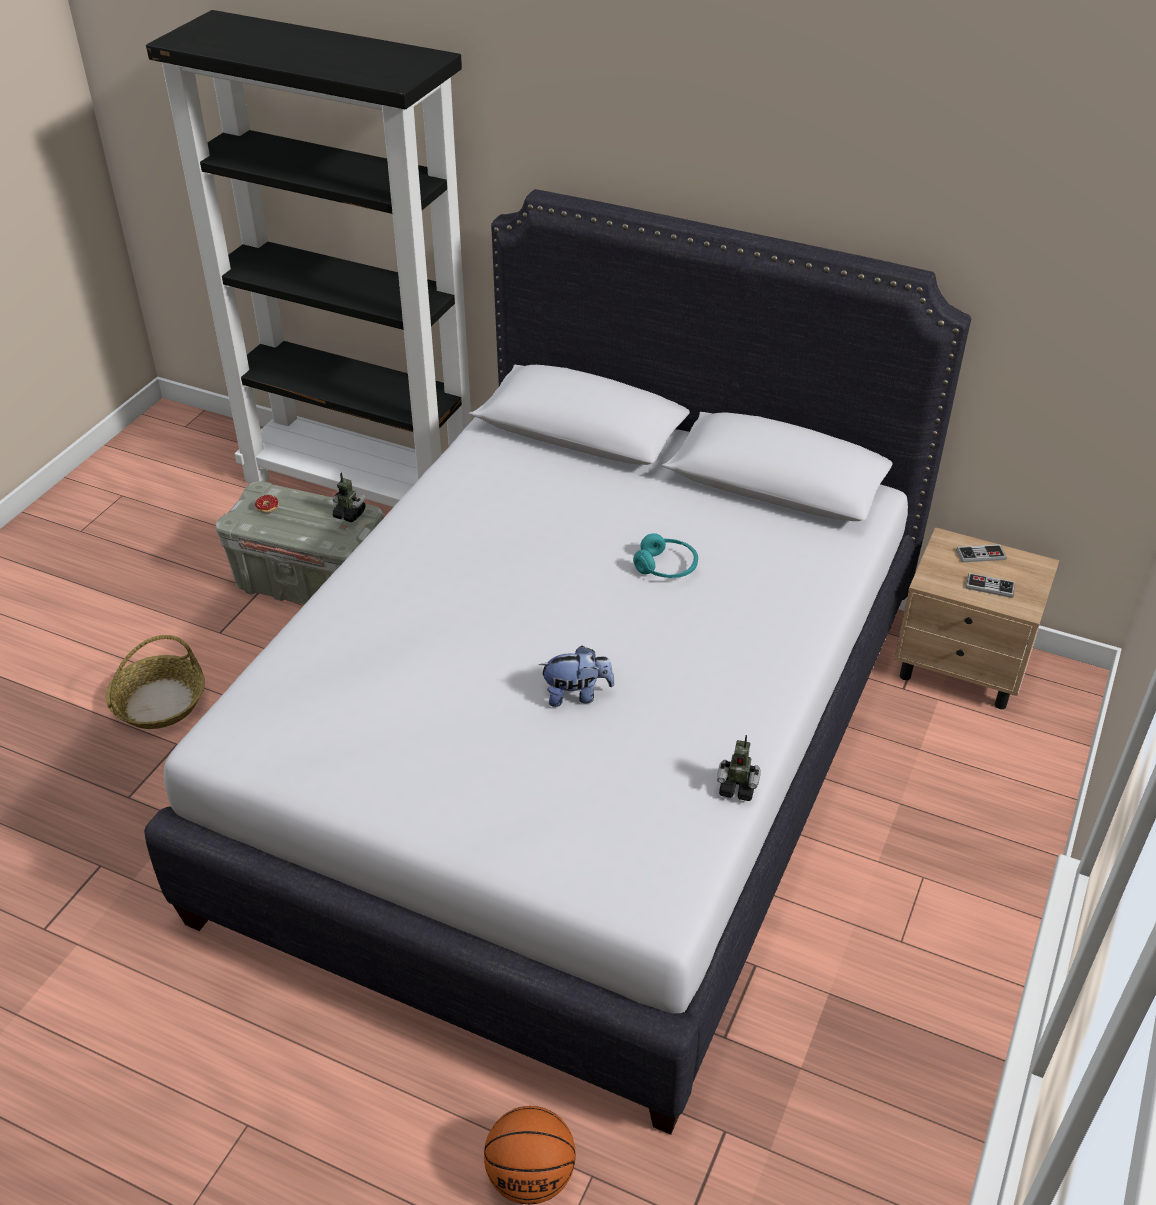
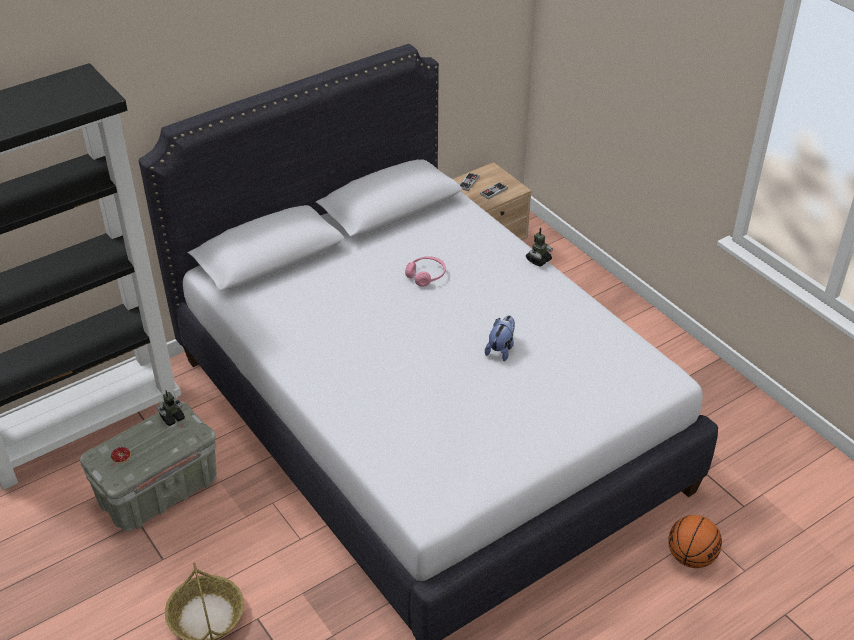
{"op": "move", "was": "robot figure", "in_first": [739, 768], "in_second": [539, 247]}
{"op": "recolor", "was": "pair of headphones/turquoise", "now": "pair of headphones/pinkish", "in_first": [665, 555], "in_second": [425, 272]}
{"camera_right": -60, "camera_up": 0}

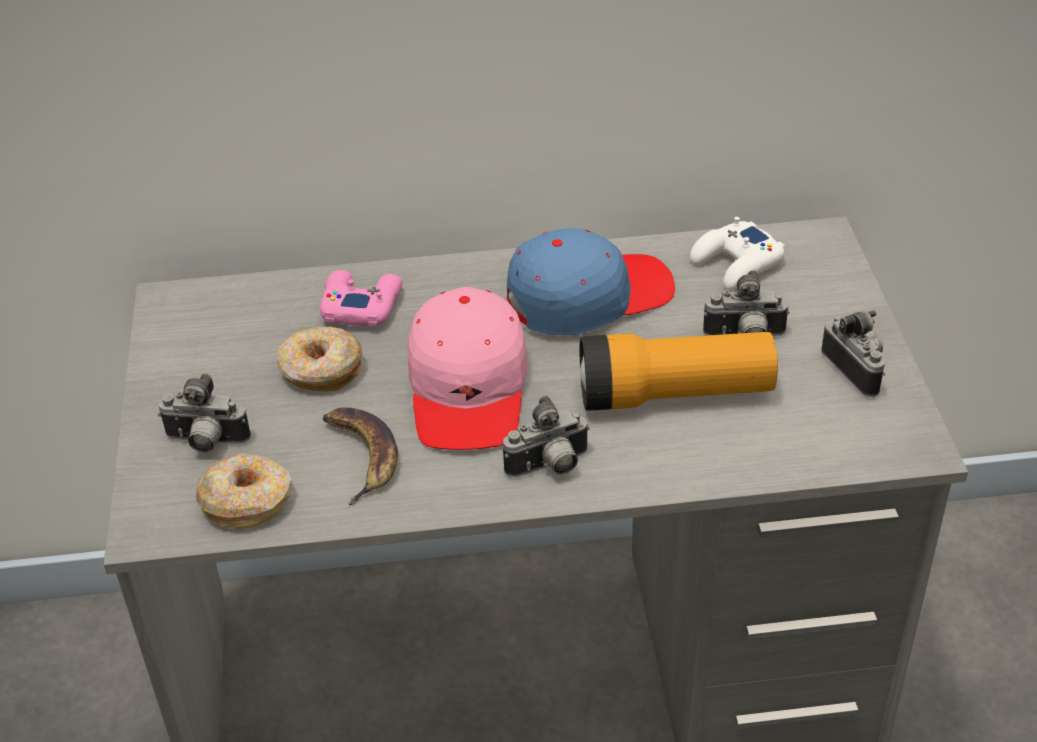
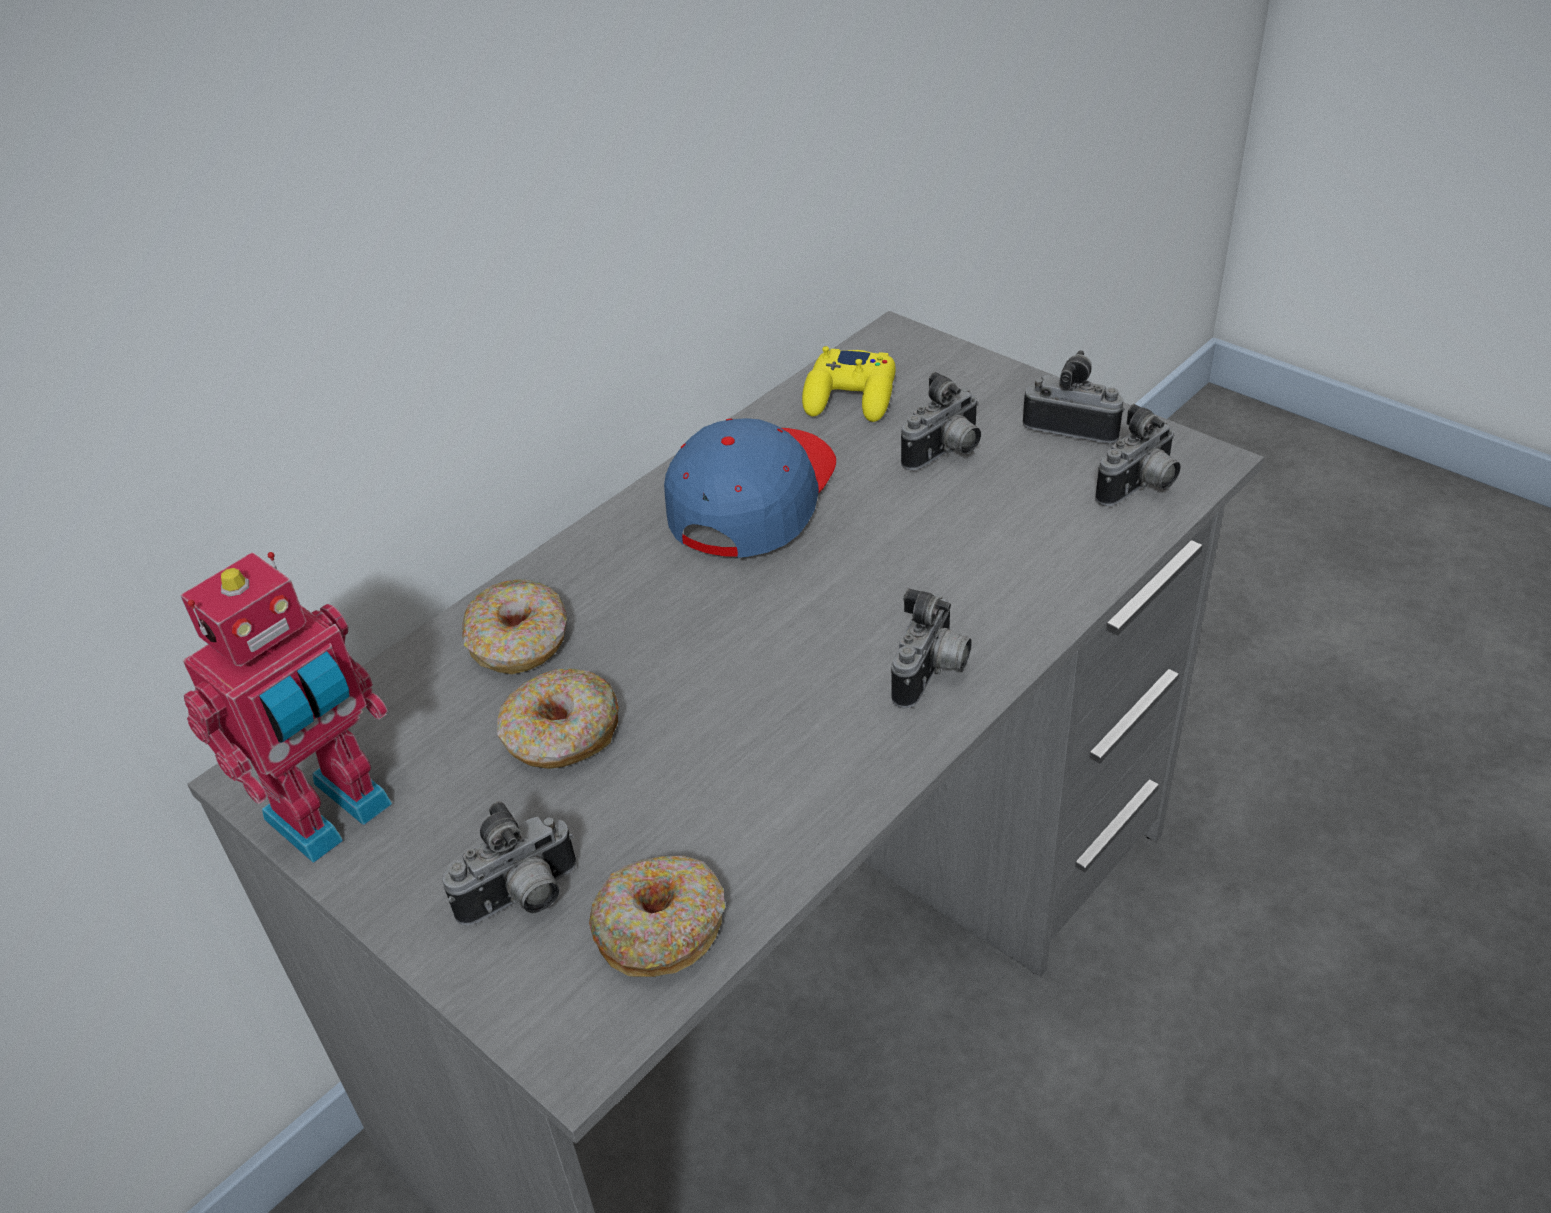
{"op": "delete", "was": "whole banana", "in_first": [360, 456]}
{"op": "delete", "was": "baseball cap/pinkish", "in_first": [467, 368]}
{"op": "delete", "was": "hand torch", "in_first": [679, 371]}
{"op": "insert", "now": "robot figure", "in_second": [286, 707]}
{"op": "insert", "now": "photo camera", "in_second": [1138, 455]}
{"op": "replace", "was": "game controller/pinkish", "now": "doughnut", "in_first": [361, 298], "in_second": [514, 626]}
{"op": "recolor", "was": "game controller/whitish", "now": "game controller/yellow", "in_first": [737, 253], "in_second": [849, 384]}
{"camera_right": -40, "camera_up": 0}

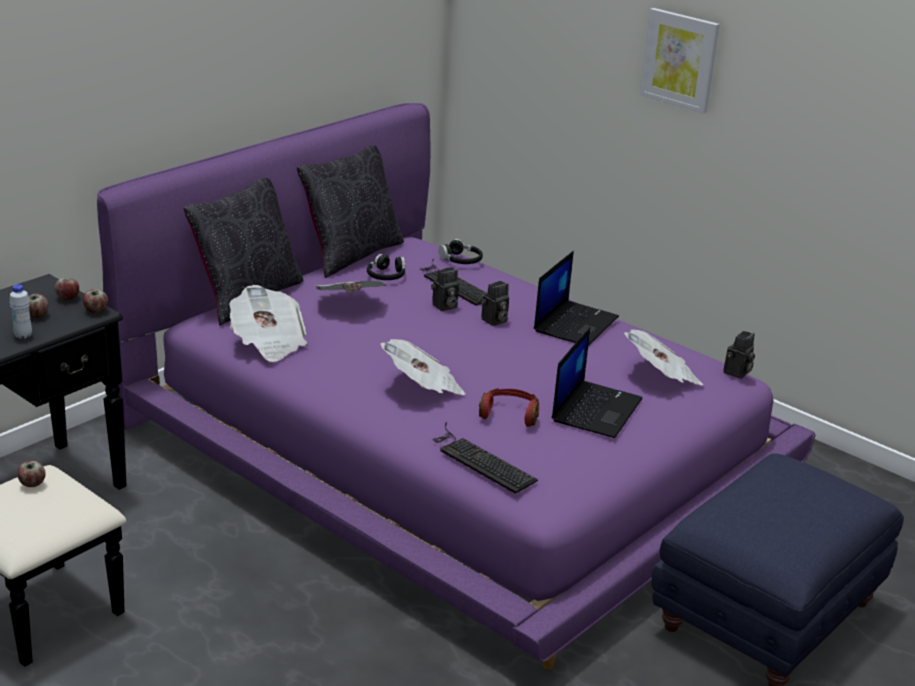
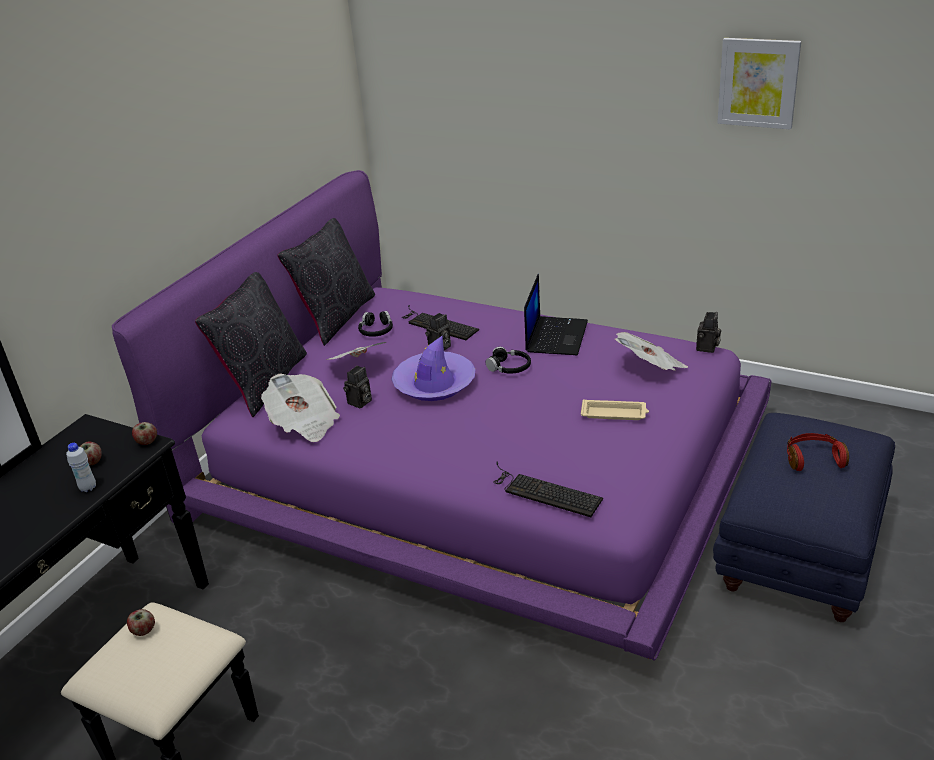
{"op": "delete", "was": "apple", "in_first": [67, 289]}
{"op": "delete", "was": "newspaper", "in_first": [423, 367]}
{"op": "insert", "now": "clothing hat/purple", "in_second": [433, 368]}
{"op": "move", "was": "pair of headphones/black-coloured", "in_first": [461, 251], "in_second": [508, 360]}
{"op": "move", "was": "pair of headphones/red-coloured", "in_first": [509, 407], "in_second": [818, 452]}
{"op": "move", "was": "photo camera", "in_first": [495, 303], "in_second": [357, 387]}
{"op": "move", "was": "wall picture", "in_first": [680, 61], "in_second": [759, 83]}
{"op": "replace", "was": "laptop", "now": "serving tray/sand-coloured", "in_first": [597, 382], "in_second": [615, 409]}
{"camera_right": -10, "camera_up": 5}

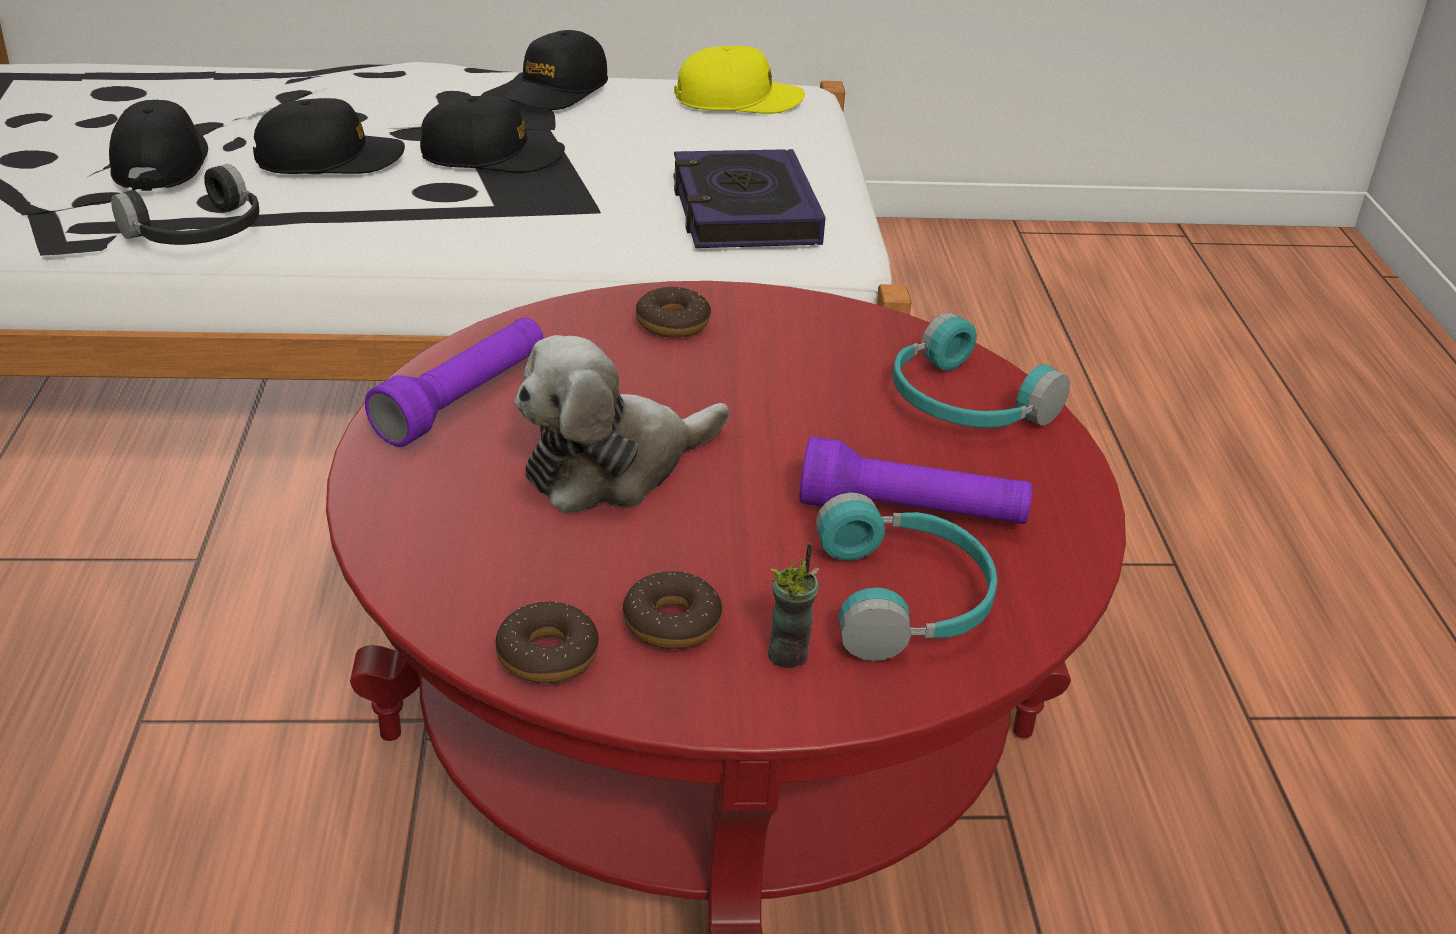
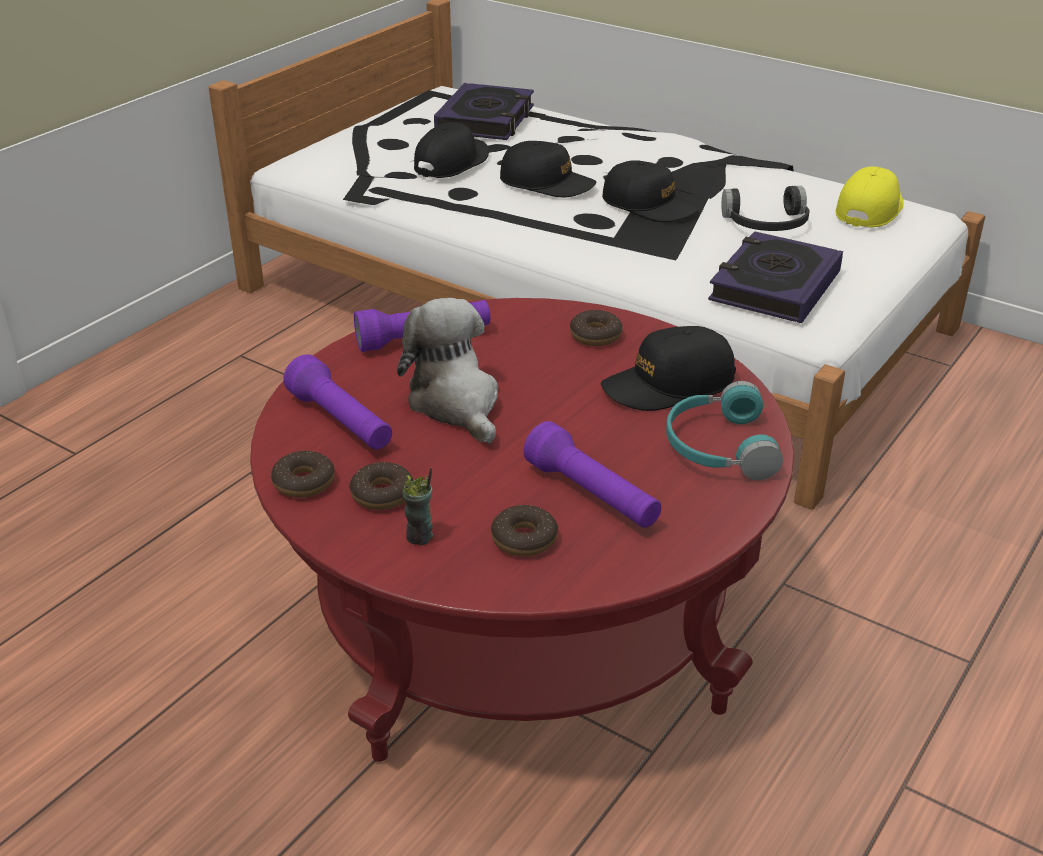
{"op": "insert", "now": "hand torch/purple", "in_second": [337, 402]}
{"op": "insert", "now": "book", "in_second": [484, 111]}
{"op": "move", "was": "pair of headphones/black-coloured", "in_first": [185, 204], "in_second": [765, 208]}
{"op": "move", "was": "baseball cap/black-coloured", "in_first": [555, 70], "in_second": [668, 368]}
{"op": "replace", "was": "pair of headphones/turquoise", "now": "doughnut", "in_first": [907, 577], "in_second": [524, 530]}
{"op": "rotate", "was": "soft toy", "in_first": [622, 424], "in_second": [447, 371], "clockwise": 60}
{"op": "rotate", "was": "baseball cap/yellow", "in_first": [739, 80], "in_second": [869, 196], "clockwise": -90}
{"camera_right": 40, "camera_up": 0}

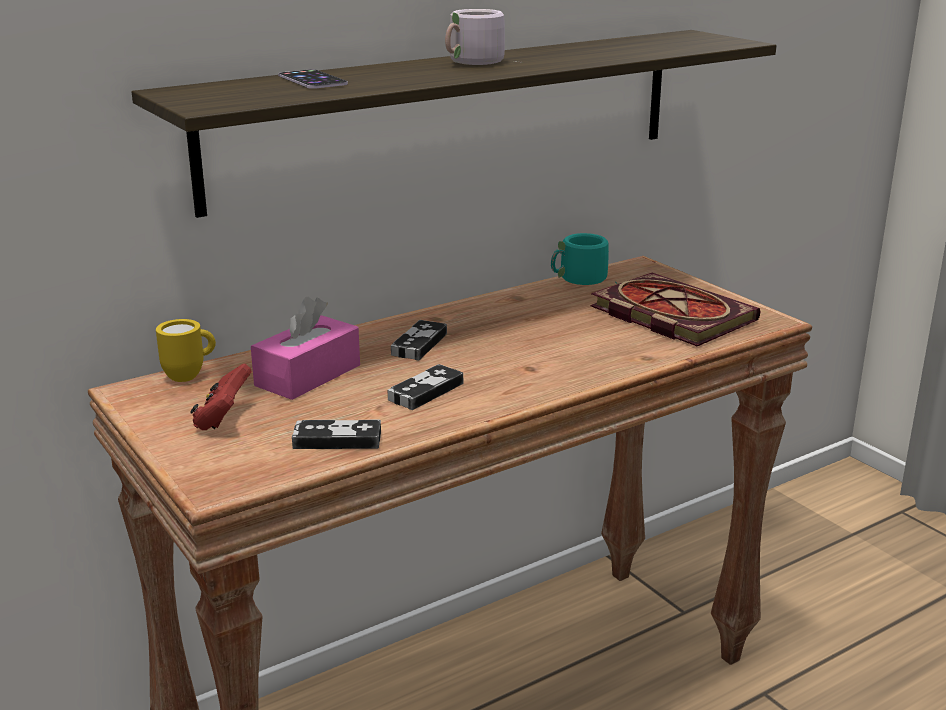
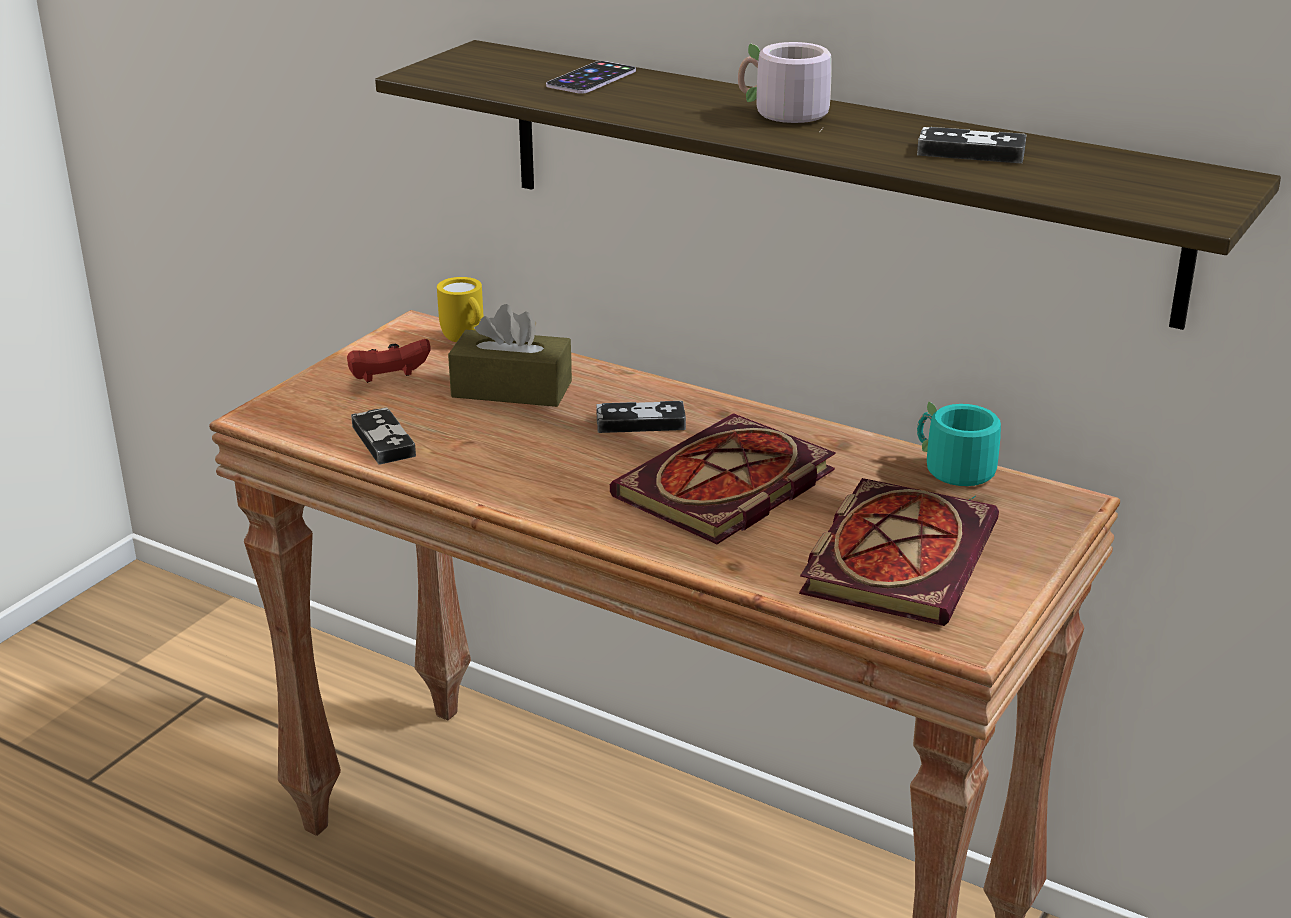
{"op": "insert", "now": "book", "in_second": [723, 478]}
{"op": "move", "was": "game controller", "in_first": [425, 387], "in_second": [972, 145]}
{"op": "recolor", "was": "tissue holder/pinkish", "now": "tissue holder/brown", "in_first": [305, 348], "in_second": [510, 355]}
{"camera_right": 65, "camera_up": 5}

